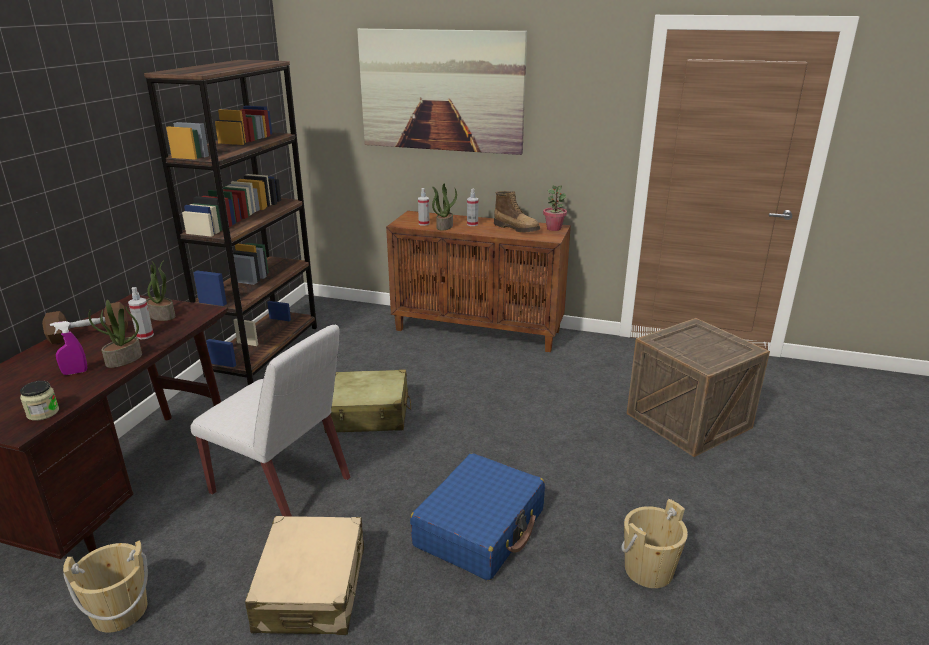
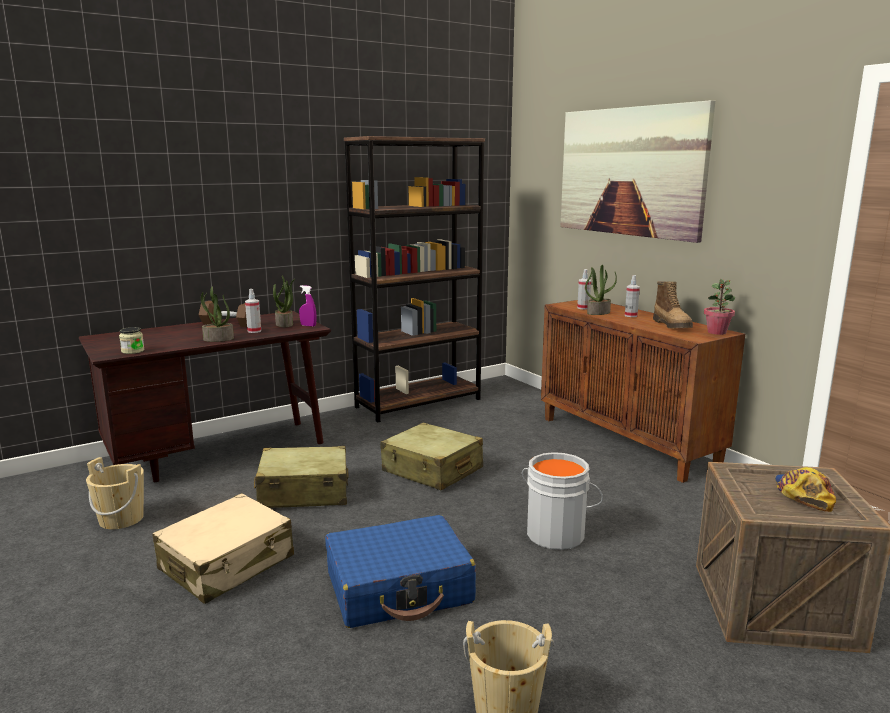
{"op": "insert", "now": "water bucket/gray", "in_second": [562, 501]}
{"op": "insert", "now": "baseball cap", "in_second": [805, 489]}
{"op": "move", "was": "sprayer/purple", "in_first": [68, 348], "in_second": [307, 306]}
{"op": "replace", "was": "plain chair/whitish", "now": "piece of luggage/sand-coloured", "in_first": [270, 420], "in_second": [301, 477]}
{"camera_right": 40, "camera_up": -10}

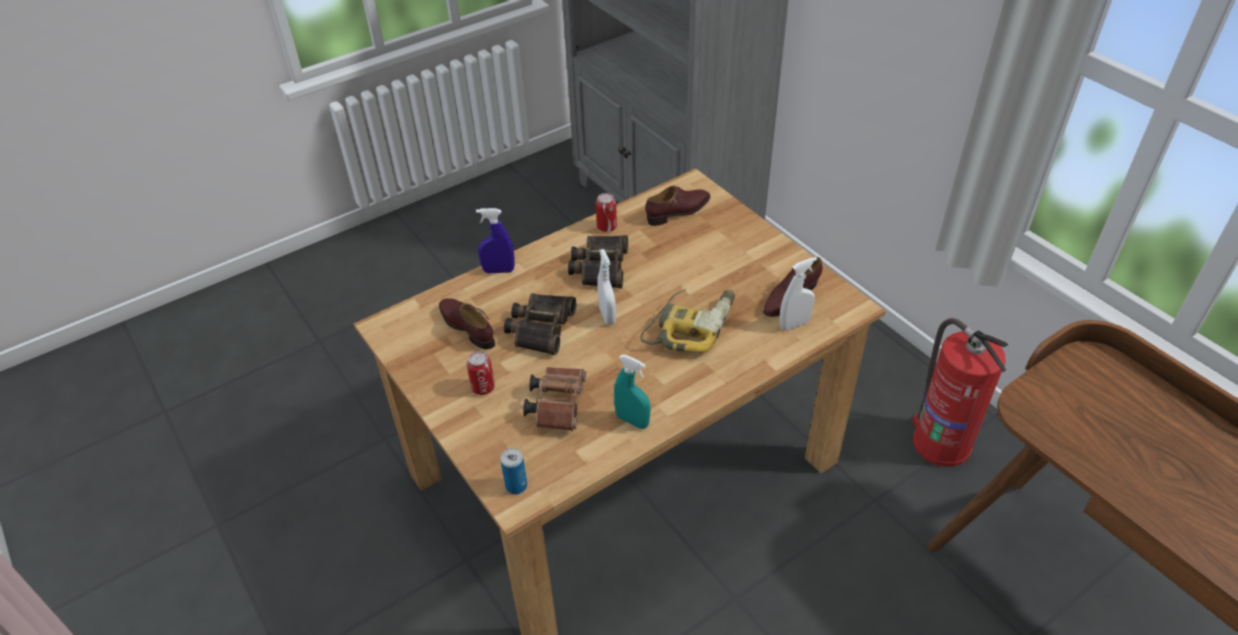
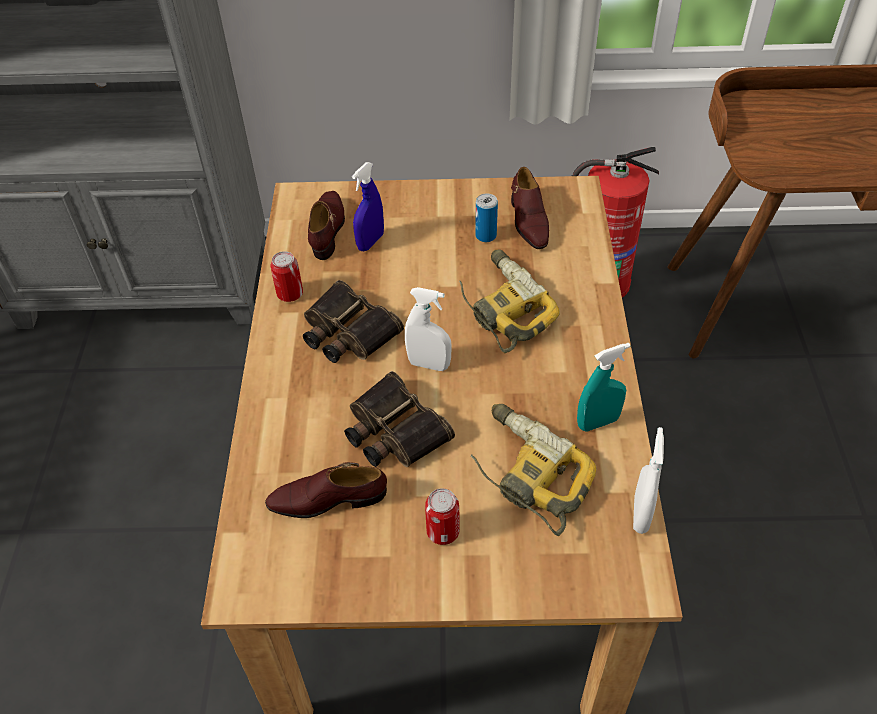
{"op": "move", "was": "sprayer/blue", "in_first": [495, 241], "in_second": [368, 206]}
{"op": "move", "was": "sealed can", "in_first": [513, 471], "in_second": [486, 218]}
{"op": "move", "was": "sprayer/whitish", "in_first": [798, 293], "in_second": [648, 480]}
{"op": "replace", "was": "binoculars/brown", "now": "drill", "in_first": [554, 399], "in_second": [533, 470]}
{"camera_right": -55, "camera_up": 5}

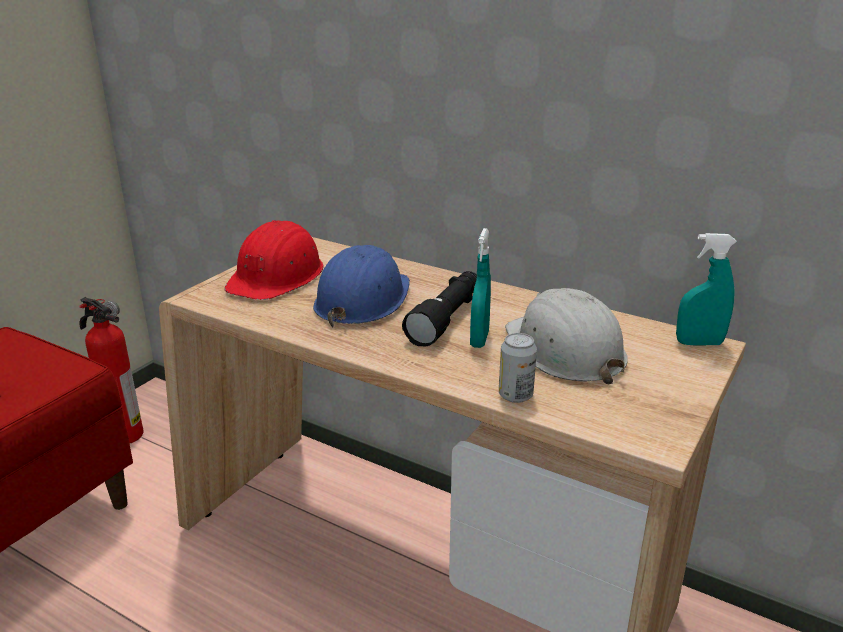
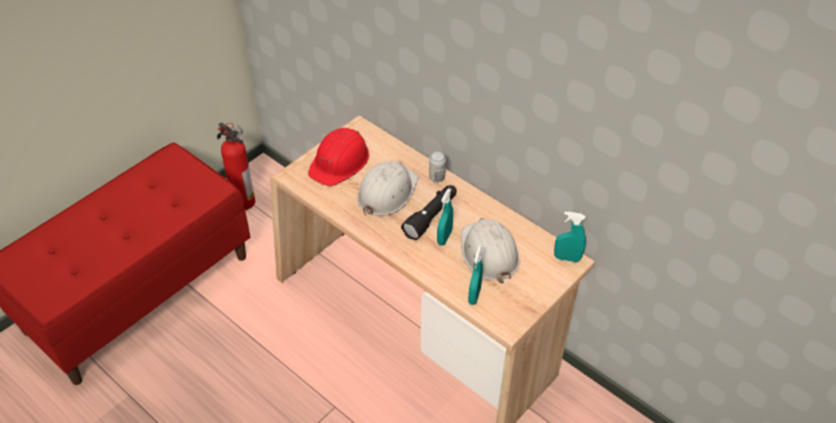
{"op": "insert", "now": "sprayer/turquoise", "in_second": [475, 275]}
{"op": "move", "was": "sealed can", "in_first": [518, 368], "in_second": [437, 166]}
{"op": "recolor", "was": "hard hat/blue", "now": "hard hat/whitish", "in_first": [361, 286], "in_second": [387, 188]}
{"camera_right": 10, "camera_up": 20}

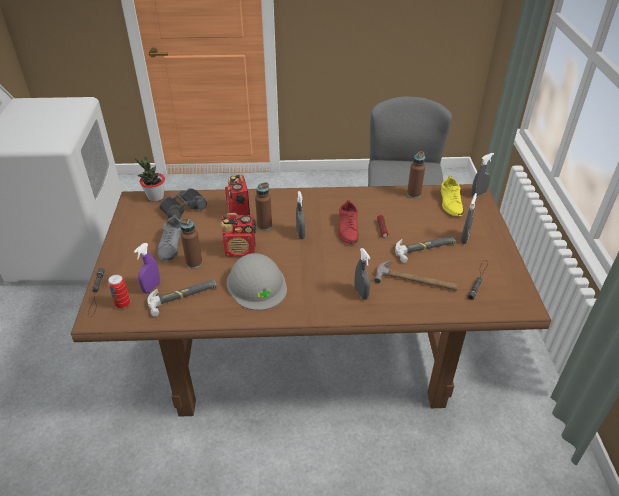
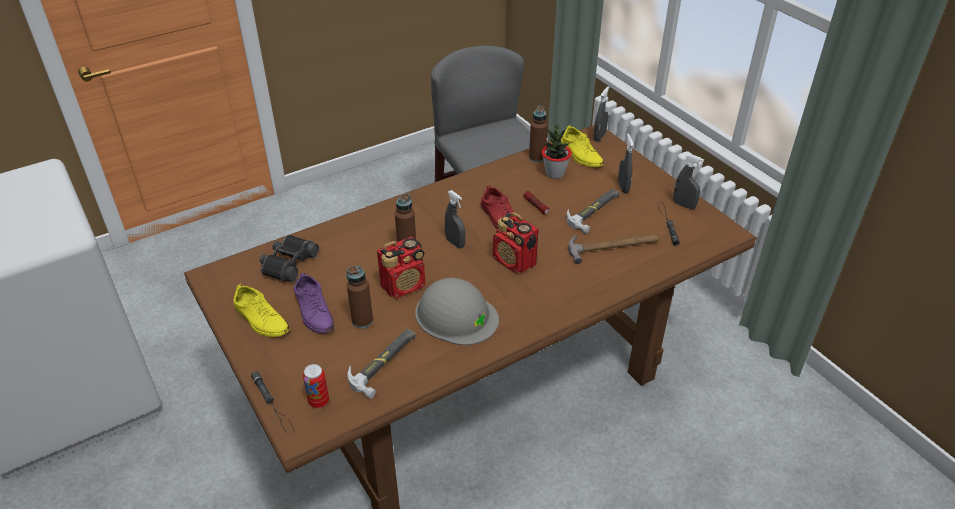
{"op": "delete", "was": "sprayer/purple", "in_first": [147, 268]}
{"op": "insert", "now": "item of footwear/yellow", "in_second": [261, 310]}
{"op": "move", "was": "houseplant", "in_first": [150, 179], "in_second": [557, 152]}
{"op": "move", "was": "radio", "in_first": [237, 195], "in_second": [516, 242]}
{"op": "move", "was": "sprayer/gray", "in_first": [362, 274], "in_second": [688, 181]}
{"op": "recolor", "was": "item of footwear/gray", "now": "item of footwear/purple", "in_first": [169, 238], "in_second": [314, 303]}
{"camera_right": -30, "camera_up": 0}

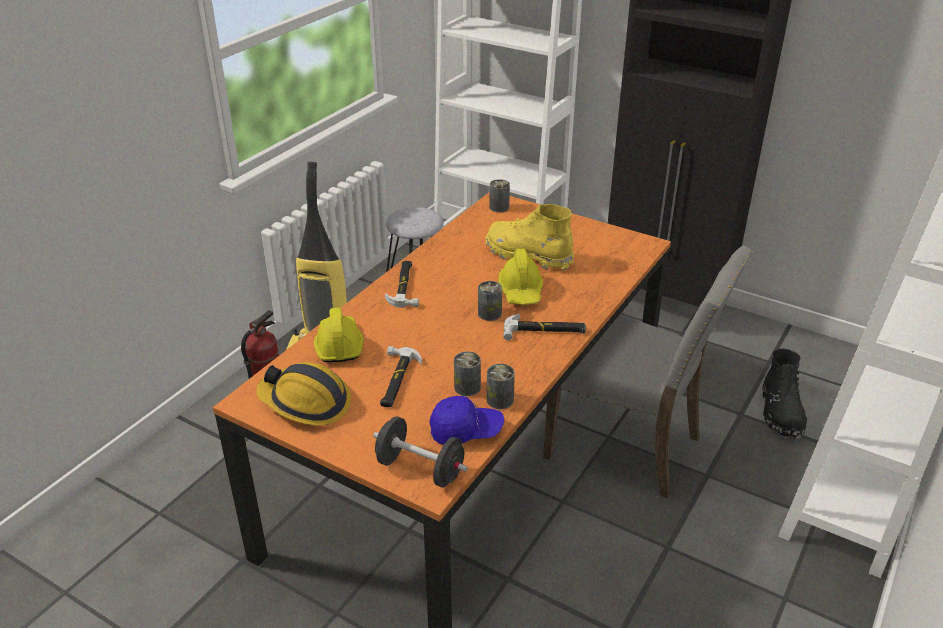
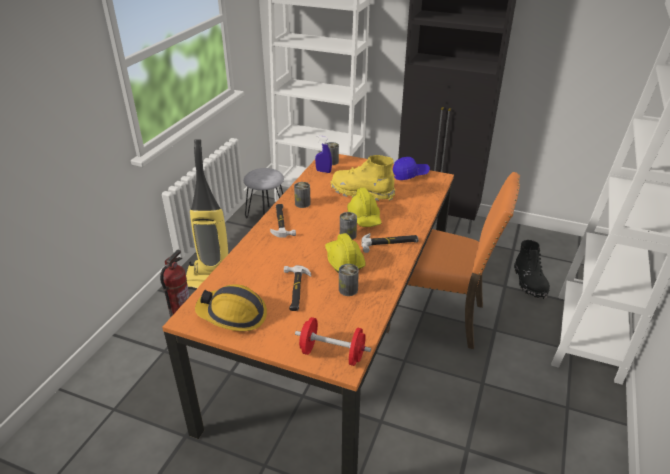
{"op": "insert", "now": "sprayer/blue", "in_second": [323, 154]}
{"op": "move", "was": "hard hat/yellow", "in_first": [339, 335], "in_second": [345, 253]}
{"op": "move", "was": "baseball cap/blue", "in_first": [467, 420], "in_second": [411, 168]}
{"op": "move", "was": "sealed can", "in_first": [501, 386], "in_second": [302, 195]}
{"op": "recolor", "was": "hand weight/black-coloured", "now": "hand weight/red-coloured", "in_first": [420, 451], "in_second": [333, 341]}
{"op": "recolor", "was": "plain chair/gray", "now": "plain chair/orangey", "in_first": [648, 372], "in_second": [453, 260]}
{"camera_right": -10, "camera_up": 0}

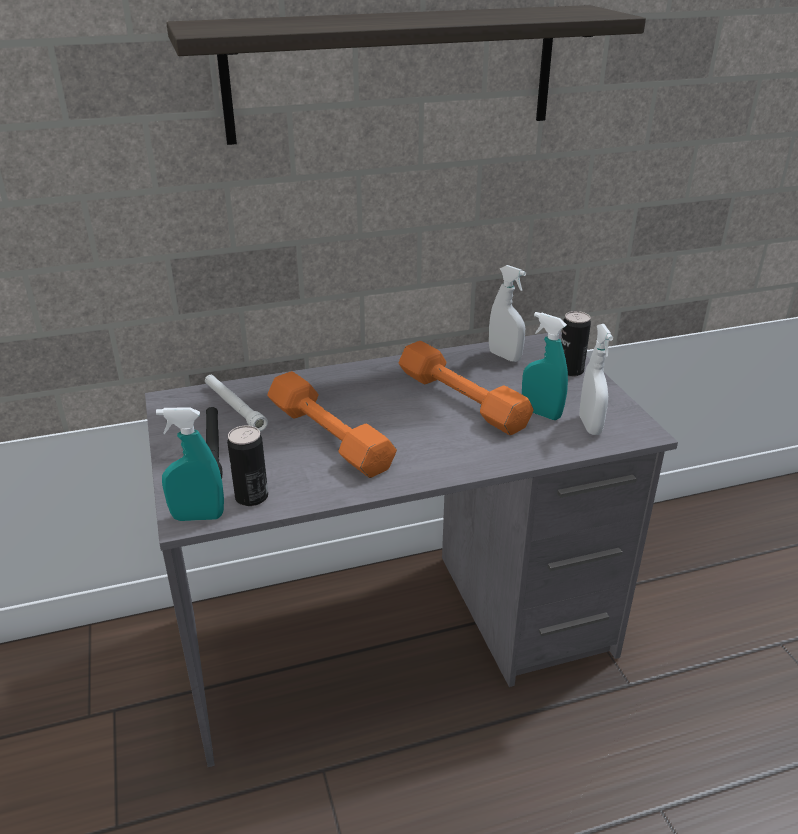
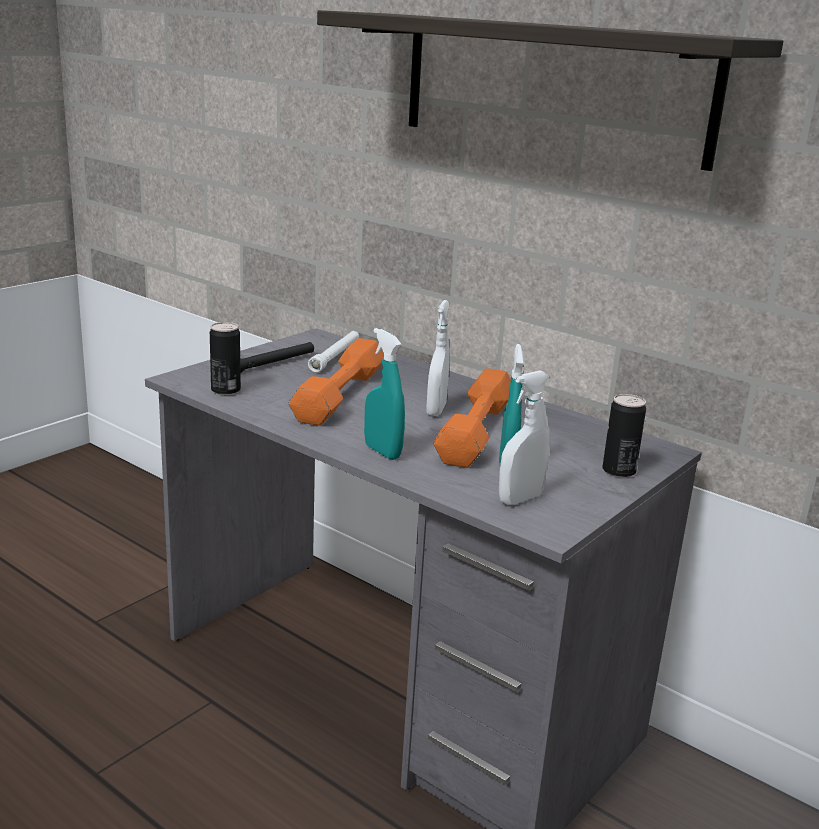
{"op": "move", "was": "sprayer/turquoise", "in_first": [190, 464], "in_second": [384, 394]}
{"op": "move", "was": "sprayer/whitish", "in_first": [507, 313], "in_second": [438, 358]}
{"camera_right": 55, "camera_up": -10}

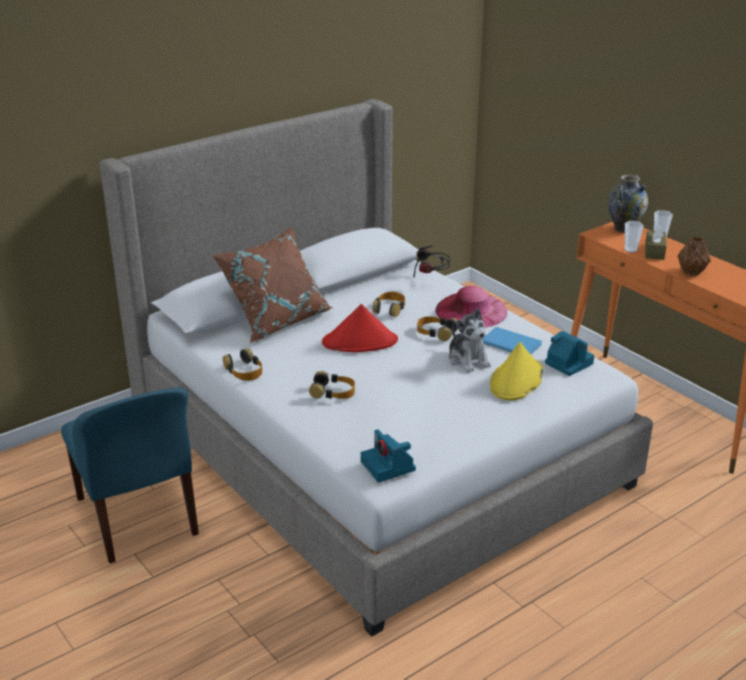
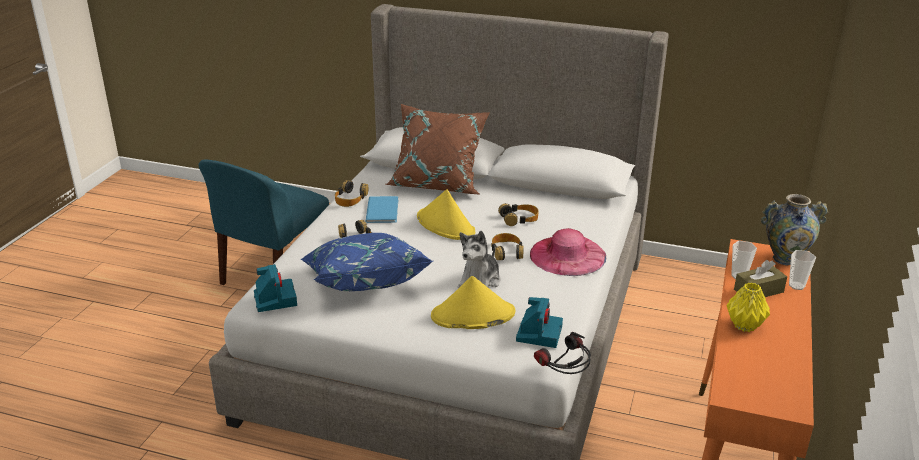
{"op": "insert", "now": "cushion/blue", "in_second": [366, 262]}
{"op": "move", "was": "pair of headphones", "in_first": [431, 262], "in_second": [562, 353]}
{"op": "move", "was": "book/blue", "in_first": [512, 341], "in_second": [382, 209]}
{"op": "recolor", "was": "clothing hat/red-coloured", "now": "clothing hat/yellow", "in_first": [360, 328], "in_second": [446, 214]}
{"op": "recolor", "was": "vase/brown", "now": "vase/yellow", "in_first": [694, 256], "in_second": [748, 307]}
{"op": "rotate", "was": "photo camera", "in_first": [388, 456], "in_second": [275, 288], "clockwise": 135}
{"camera_right": 55, "camera_up": 0}

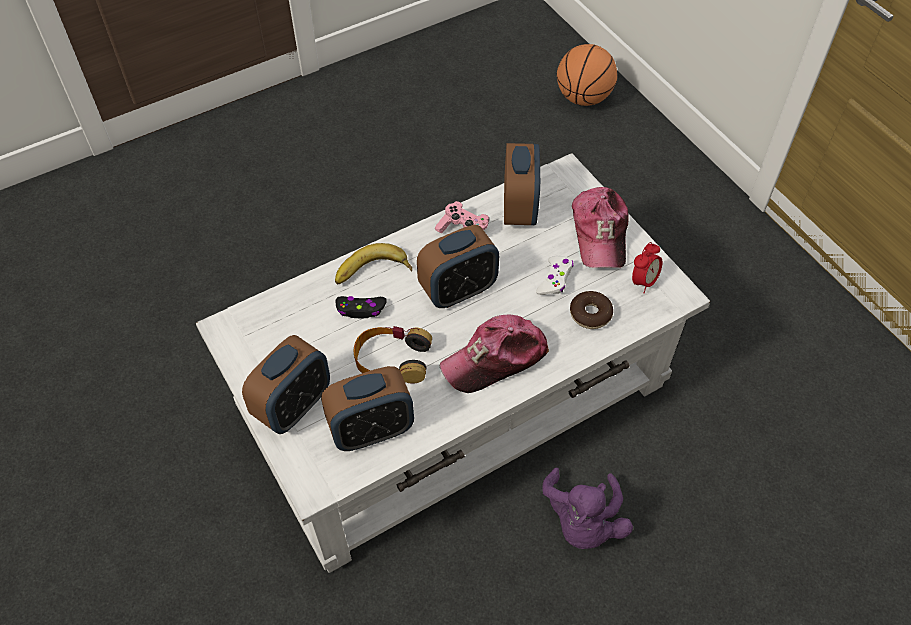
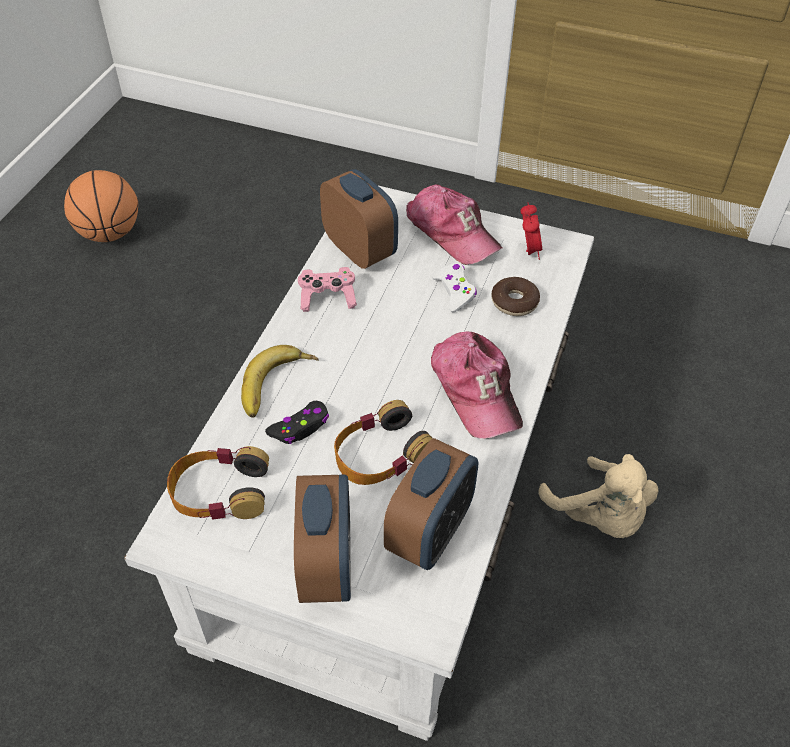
{"op": "delete", "was": "table clock", "in_first": [458, 266]}
{"op": "insert", "now": "pair of headphones", "in_second": [218, 483]}
{"op": "move", "was": "basketball", "in_first": [587, 75], "in_second": [101, 206]}
{"op": "recolor", "was": "soft toy/purple", "now": "soft toy/sand-coloured", "in_first": [587, 508], "in_second": [599, 496]}
{"op": "rotate", "was": "baseball cap", "in_first": [494, 353], "in_second": [477, 385], "clockwise": -45}
{"camera_right": -40, "camera_up": -5}

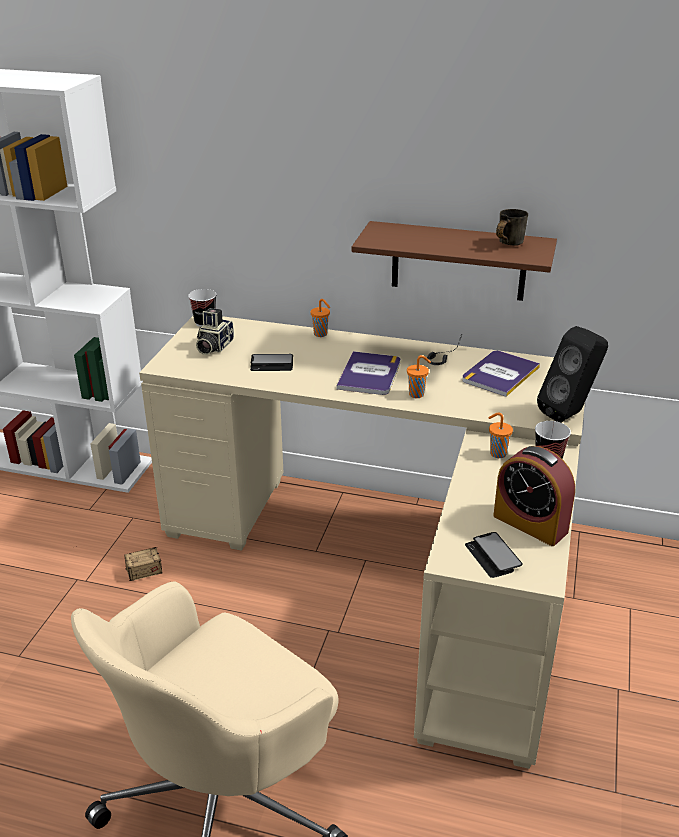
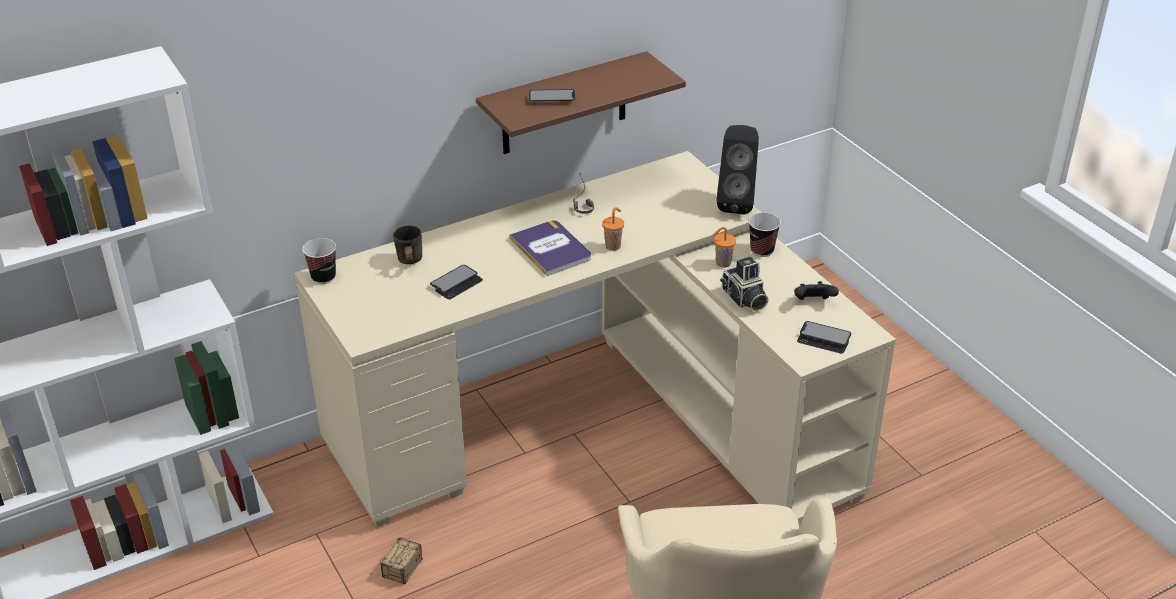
{"op": "delete", "was": "drinking cup/orangey", "in_first": [320, 318]}
{"op": "delete", "was": "book", "in_first": [501, 374]}
{"op": "insert", "now": "phone", "in_second": [552, 95]}
{"op": "move", "was": "photo camera", "in_first": [215, 331], "in_second": [744, 284]}
{"op": "move", "was": "coffee mug/gray", "in_first": [512, 227], "in_second": [407, 245]}
{"op": "replace", "was": "table clock", "now": "game controller/black-coloured", "in_first": [534, 496], "in_second": [816, 290]}
{"camera_right": -45, "camera_up": 5}

